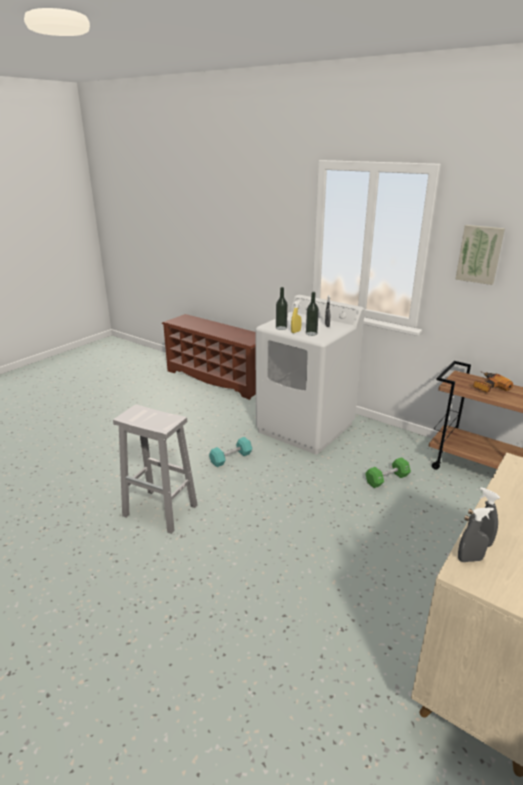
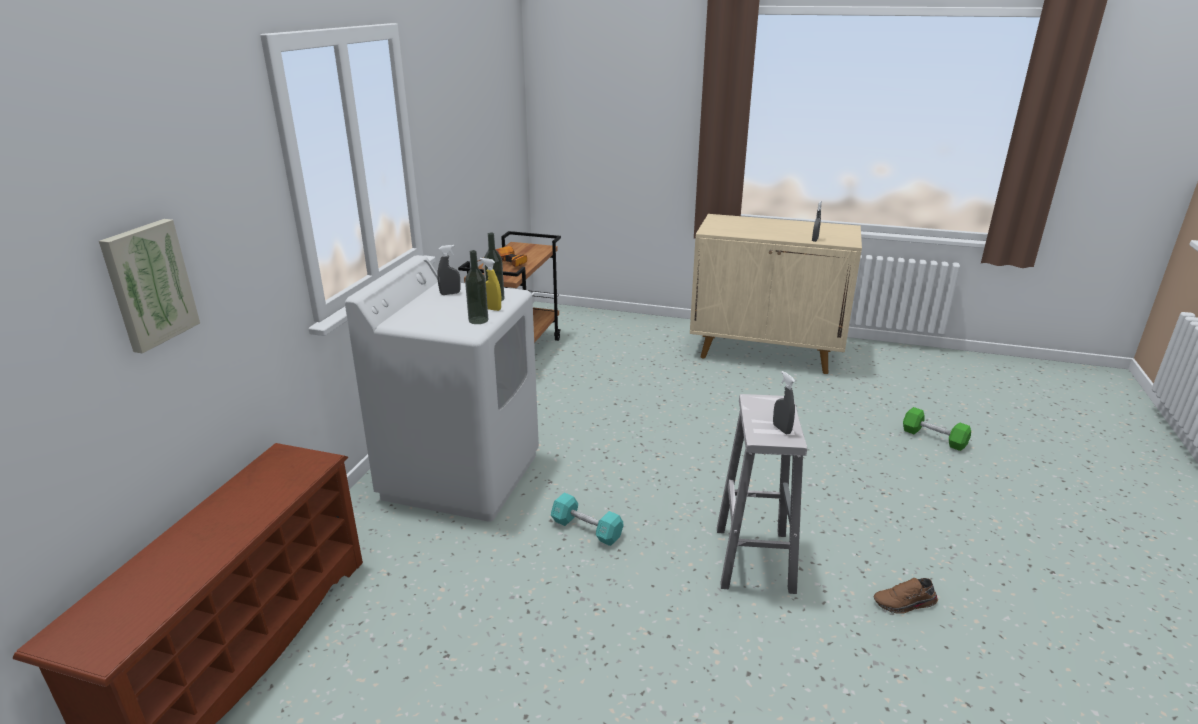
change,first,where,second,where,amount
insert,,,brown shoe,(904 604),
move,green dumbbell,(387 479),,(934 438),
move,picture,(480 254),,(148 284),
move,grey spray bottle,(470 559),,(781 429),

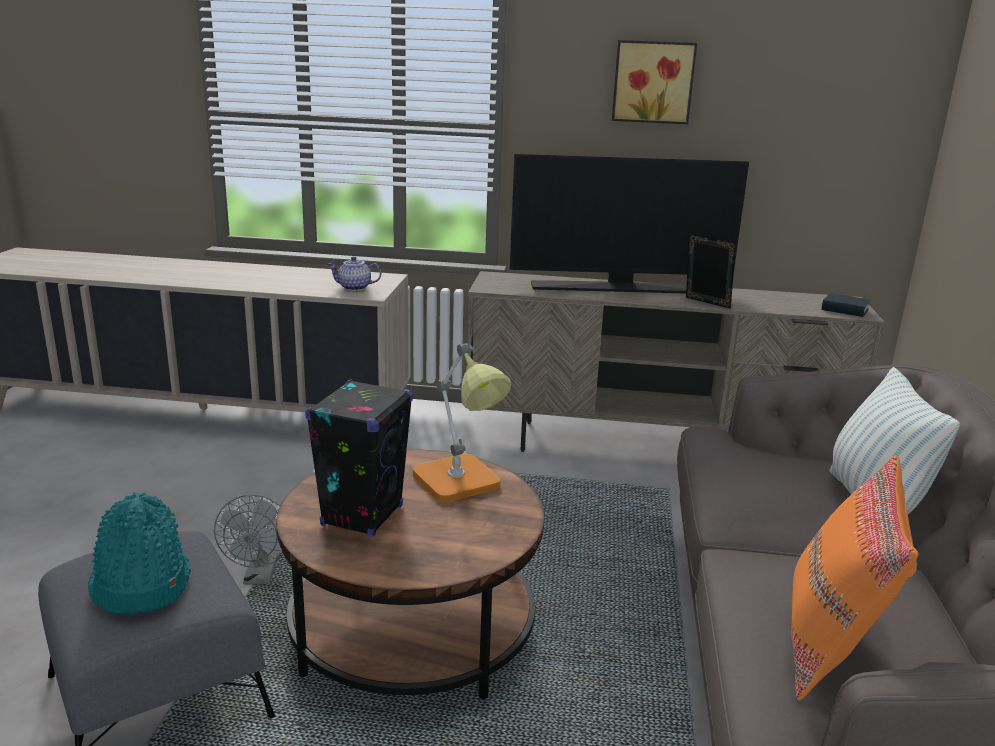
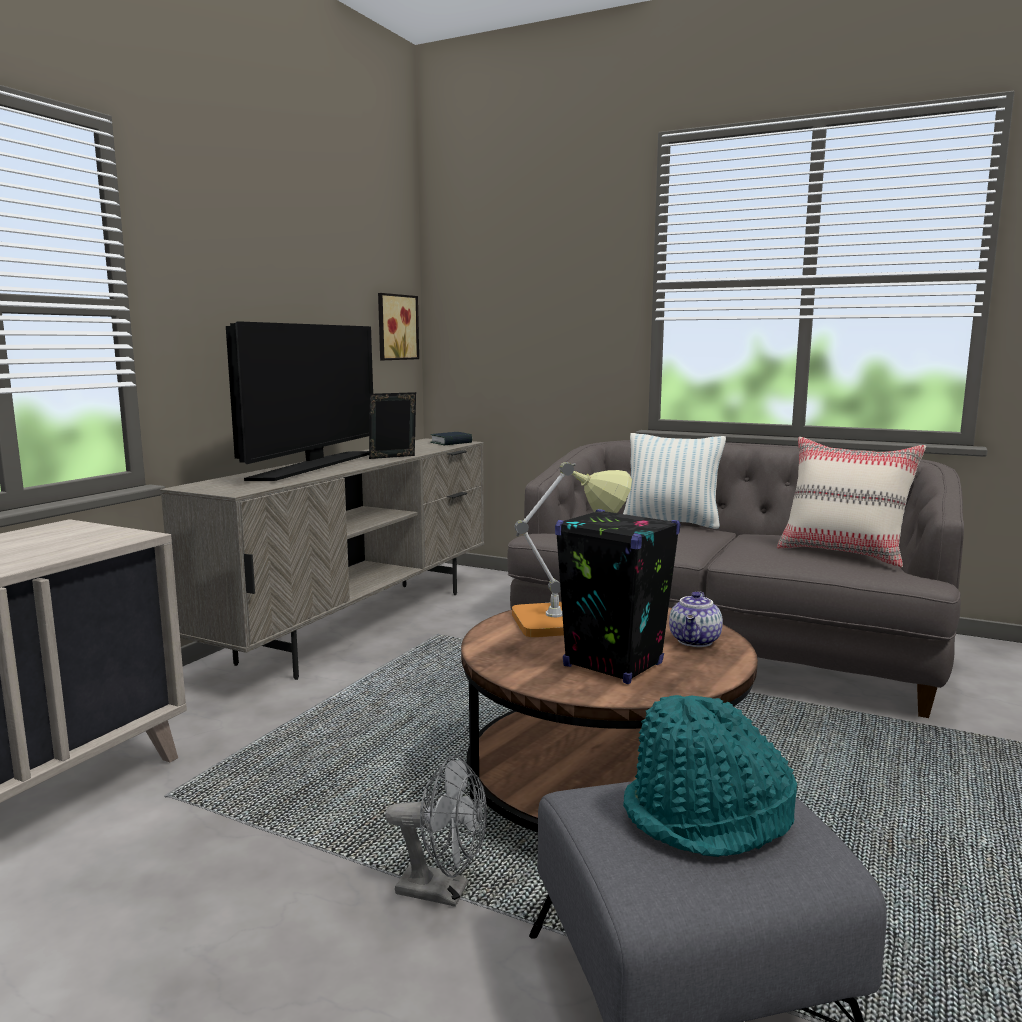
change,first,where,second,where,amount
move,teapot,(354 288),,(696 641),
move,picture,(653 82),,(395 327),
recolor,orange pillow,(832 646),beige pillow,(843 553),

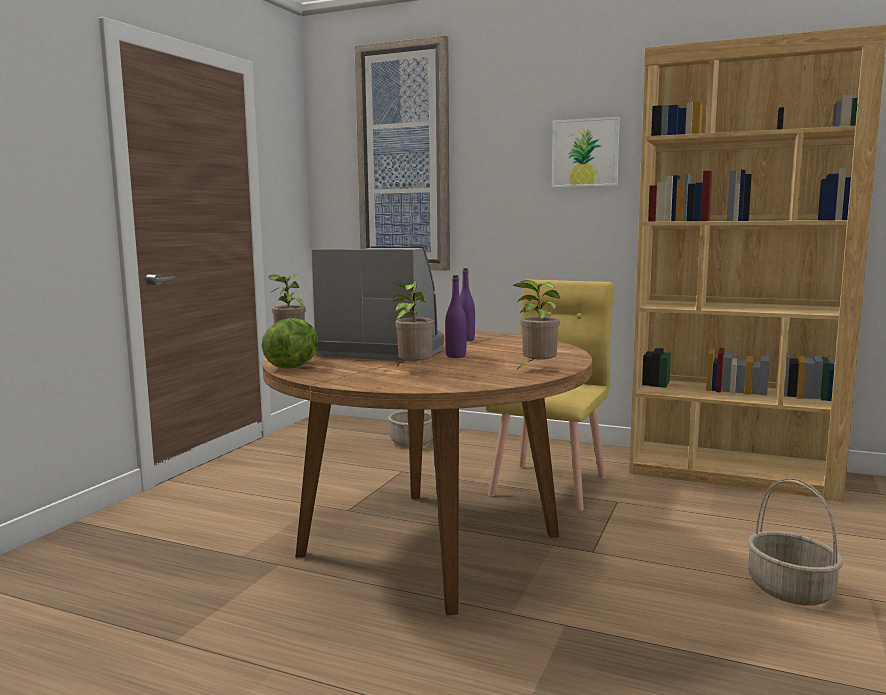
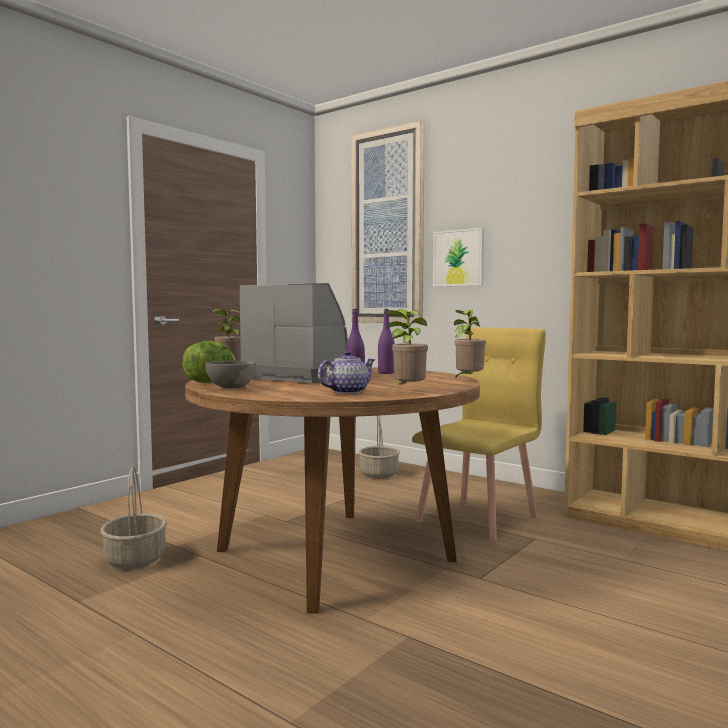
change,first,where,second,where,amount
insert,,,grey bowl,(231 388),
insert,,,teapot,(346 392),
move,potted plant,(413 370),,(468 380),
move,picture,(585 153),,(458 258),
move,basket,(791 590),,(135 559),

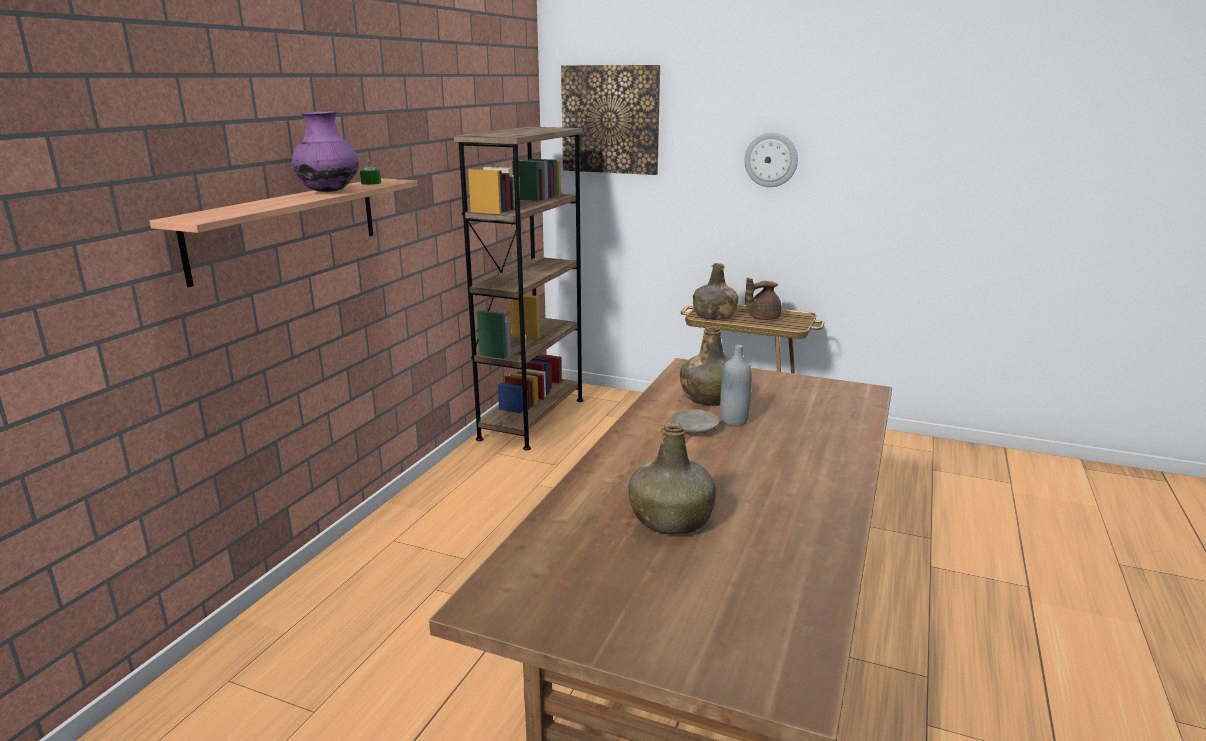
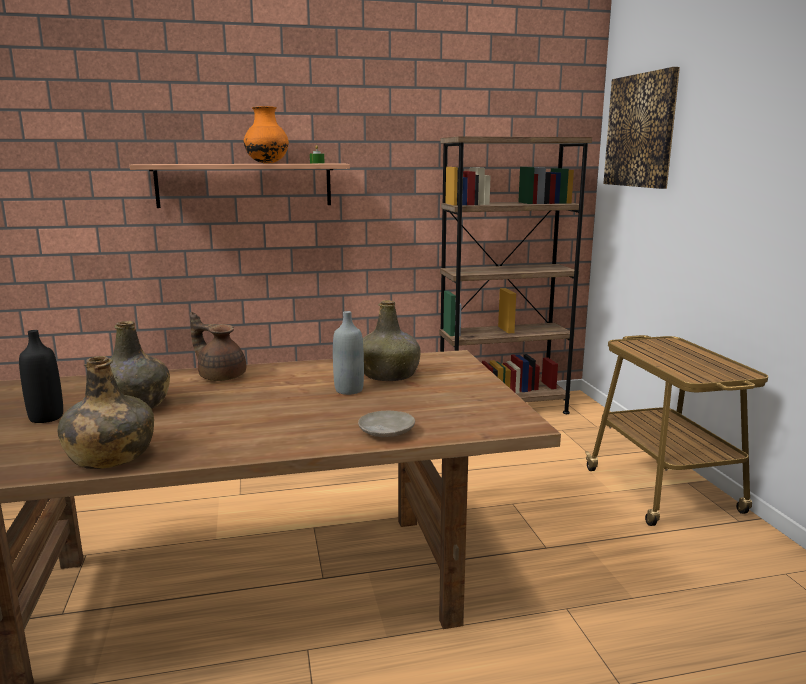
change,first,where,second,where,amount
delete,wall clock,(771 160),,,
insert,,,black bottle,(46 417),
move,beige plate,(693 429),,(386 432),
move,green bottle,(714 315),,(110 456),
move,brown teapot,(762 318),,(221 376),
recolor,purple vase,(329 192),orange vase,(267 163),

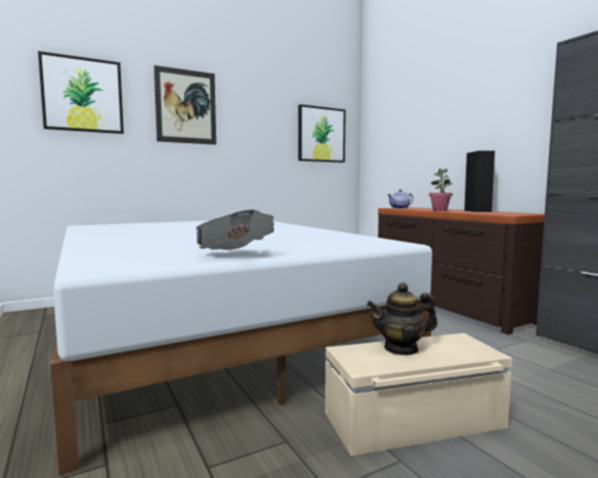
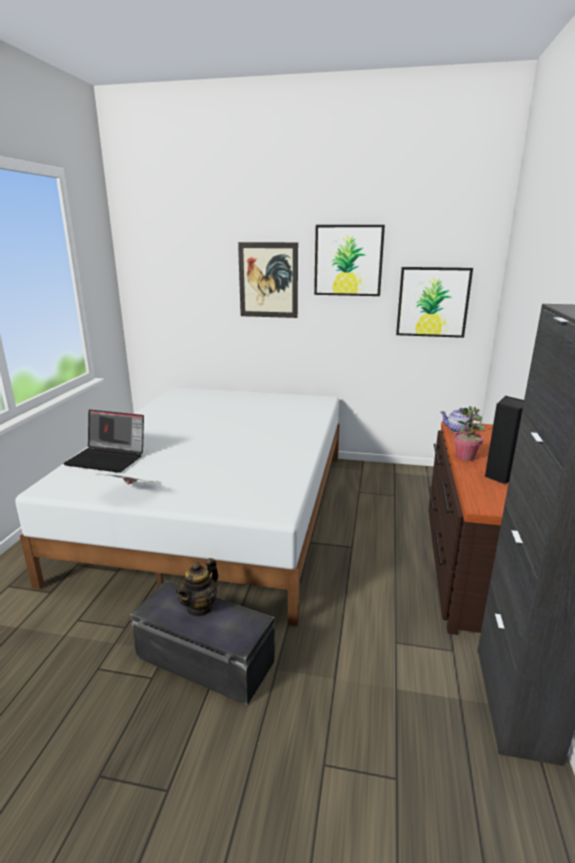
change,first,where,second,where,amount
insert,,,laptop,(108 458),
move,picture,(83 95),,(348 260),
recolor,beige storage box,(414 421),black storage box,(204 660),
rotate,teapot,(401 348),,(200 607),90 degrees counterclockwise

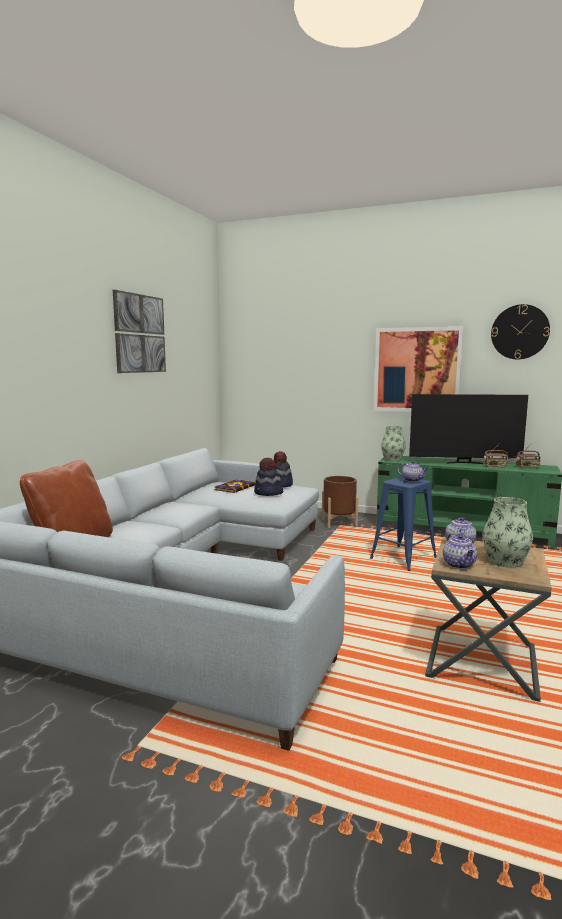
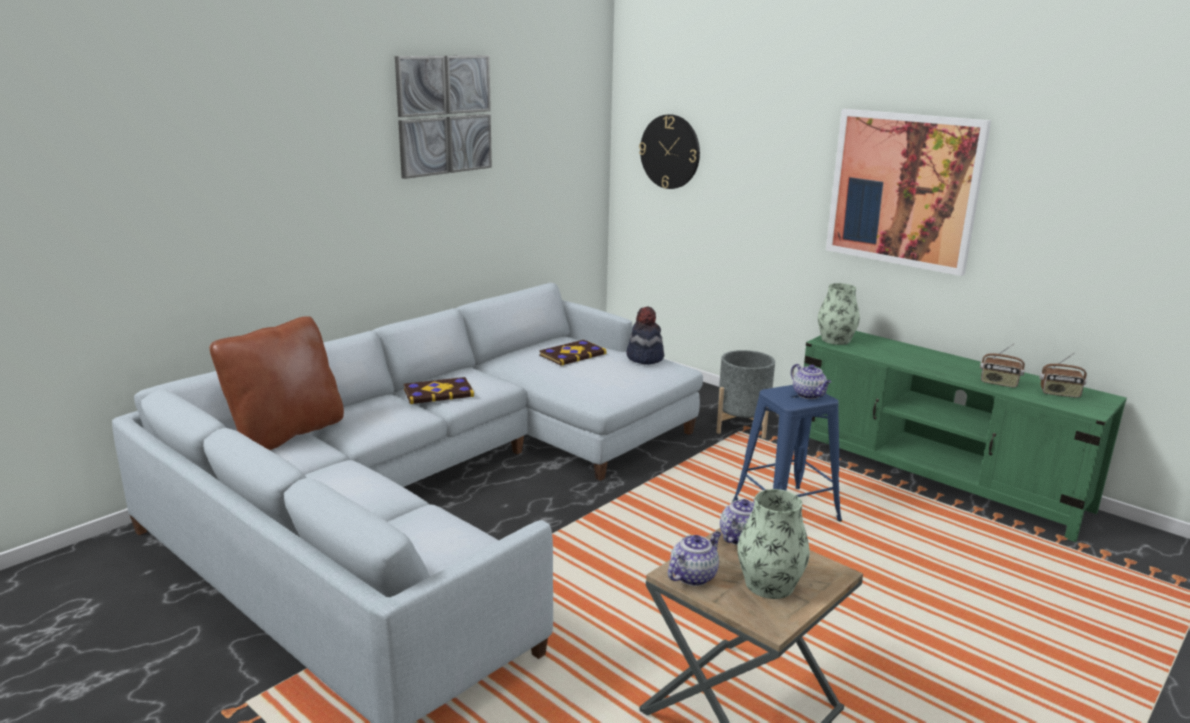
change,first,where,second,where,amount
delete,hat,(268 493),,,
delete,television,(464 463),,,
insert,,,book,(438 392),
move,wall clock,(519 332),,(670 151),
recolor,brown planter,(339 522),grey planter,(742 426),
rotate,teapot,(459 565),,(693 576),150 degrees counterclockwise

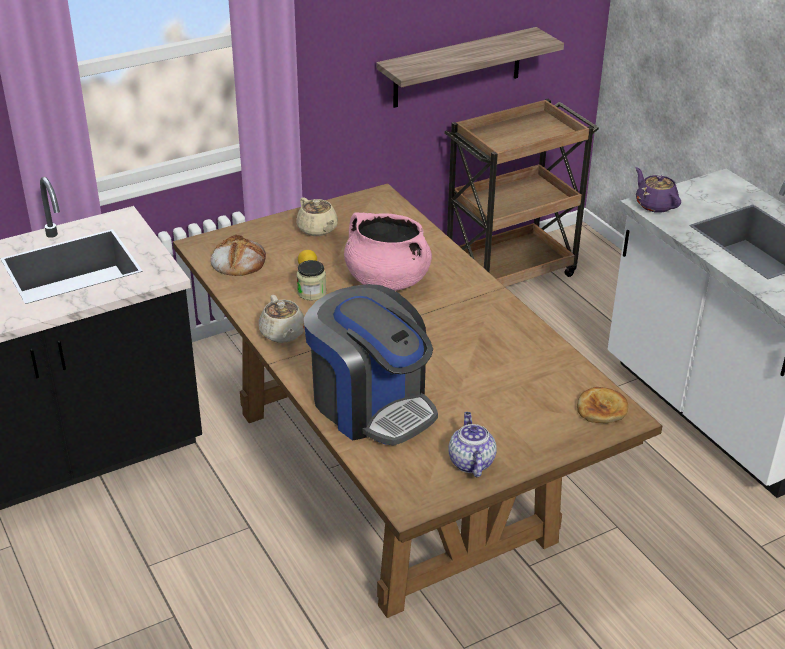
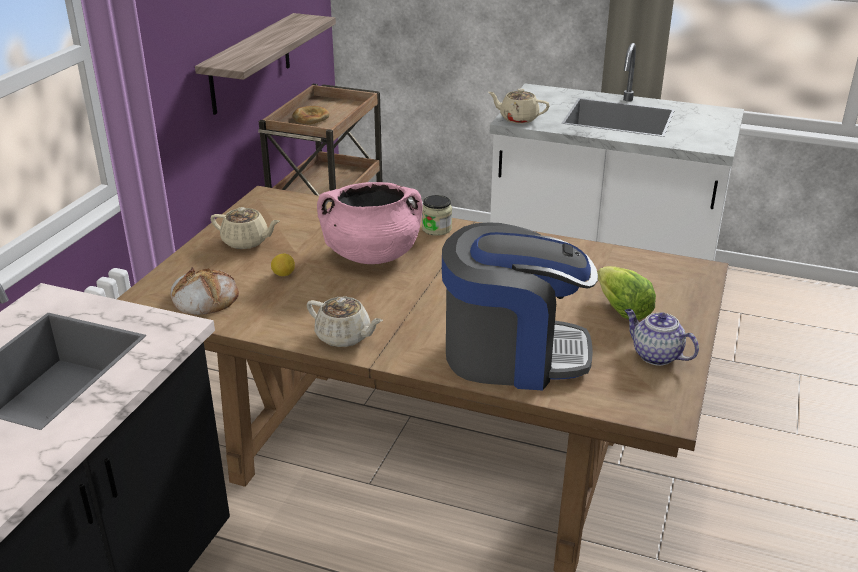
change,first,where,second,where,amount
insert,,,lettuce,(622 310),
move,jar,(311 292),,(436 229),
move,bread,(602 408),,(311 118),
recolor,purple teapot,(655 204),beige teapot,(518 119),

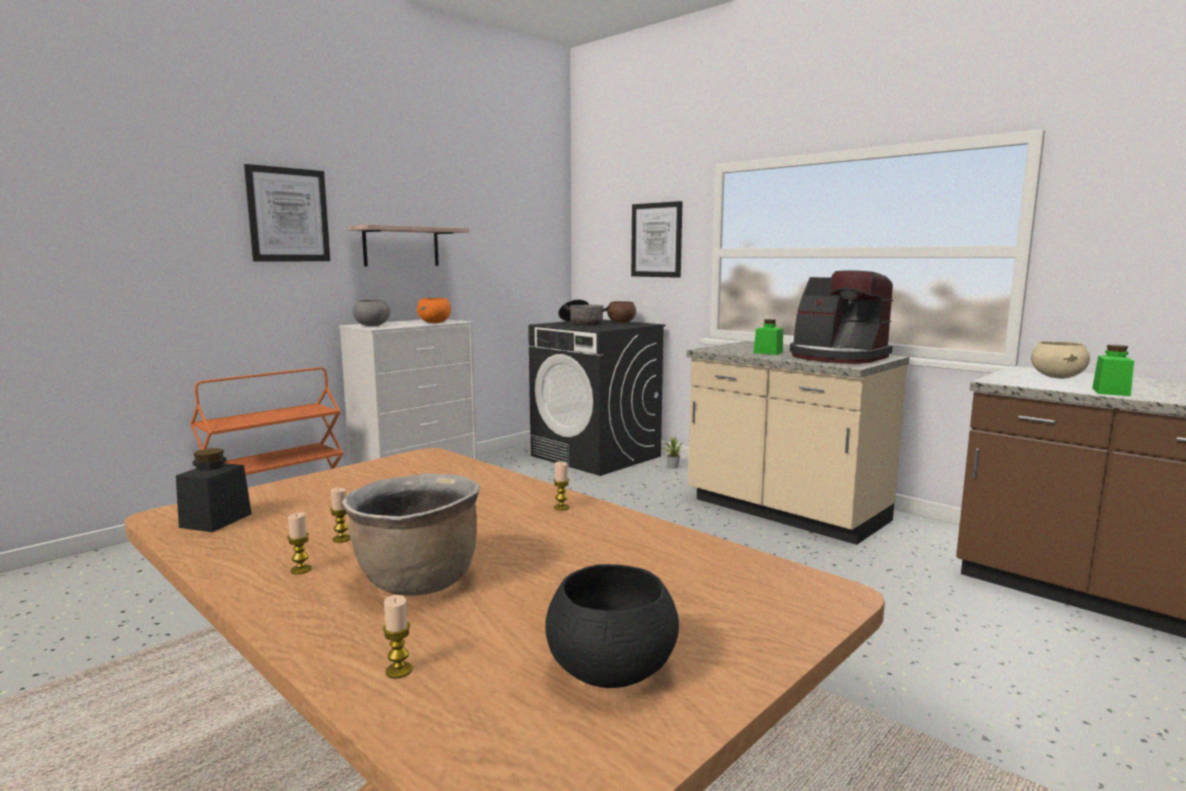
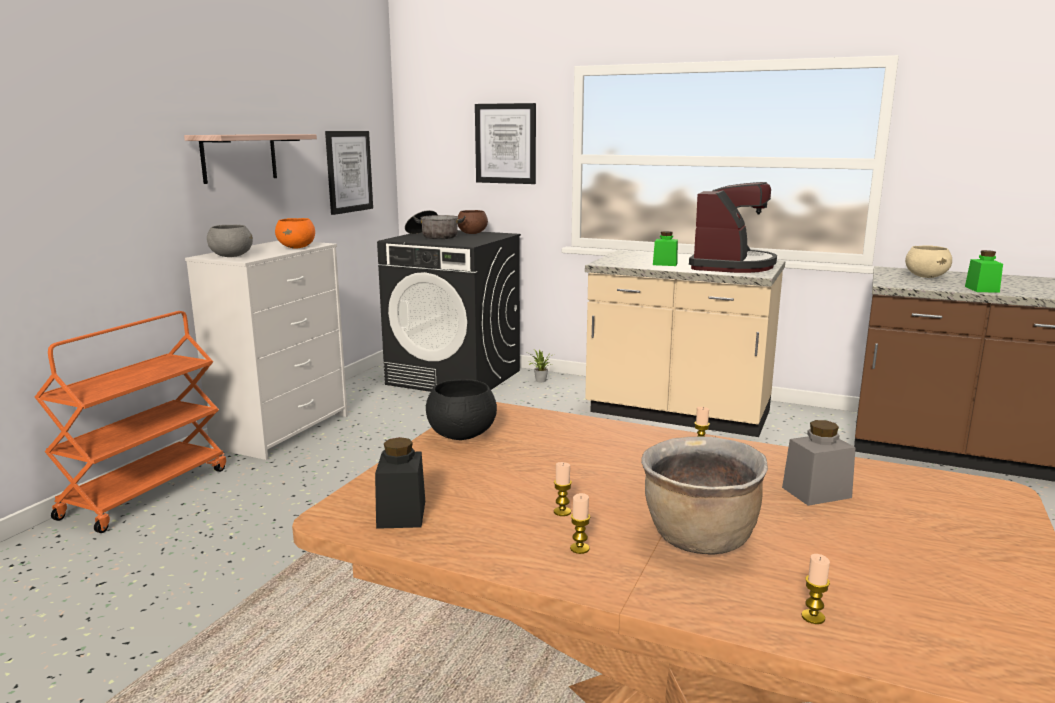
change,first,where,second,where,amount
insert,,,grey jar,(816 492),
move,picture,(288 215),,(349 171),
move,black bowl,(610 671),,(461 435),
rotate,coffee machine,(837 357),,(731 266),90 degrees counterclockwise

